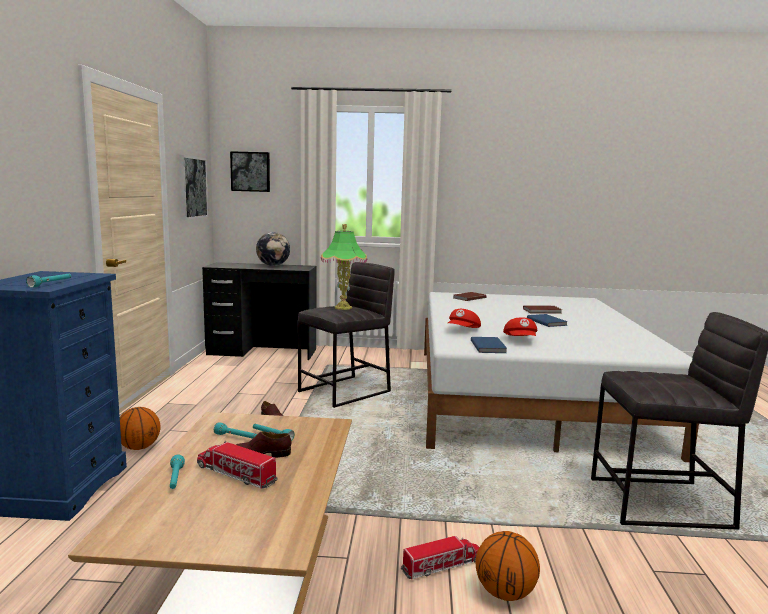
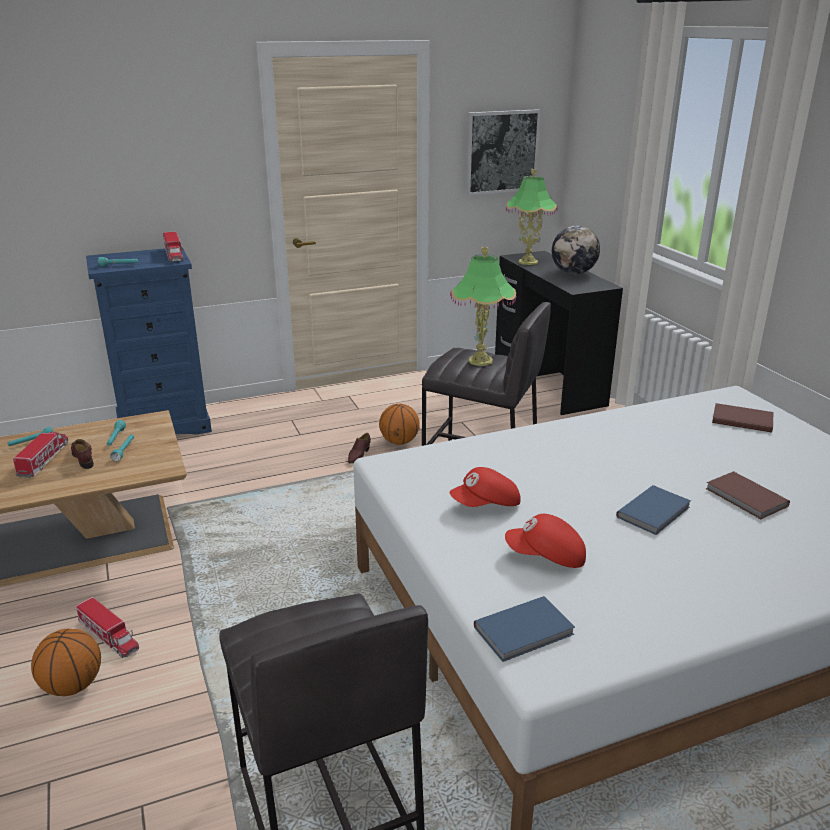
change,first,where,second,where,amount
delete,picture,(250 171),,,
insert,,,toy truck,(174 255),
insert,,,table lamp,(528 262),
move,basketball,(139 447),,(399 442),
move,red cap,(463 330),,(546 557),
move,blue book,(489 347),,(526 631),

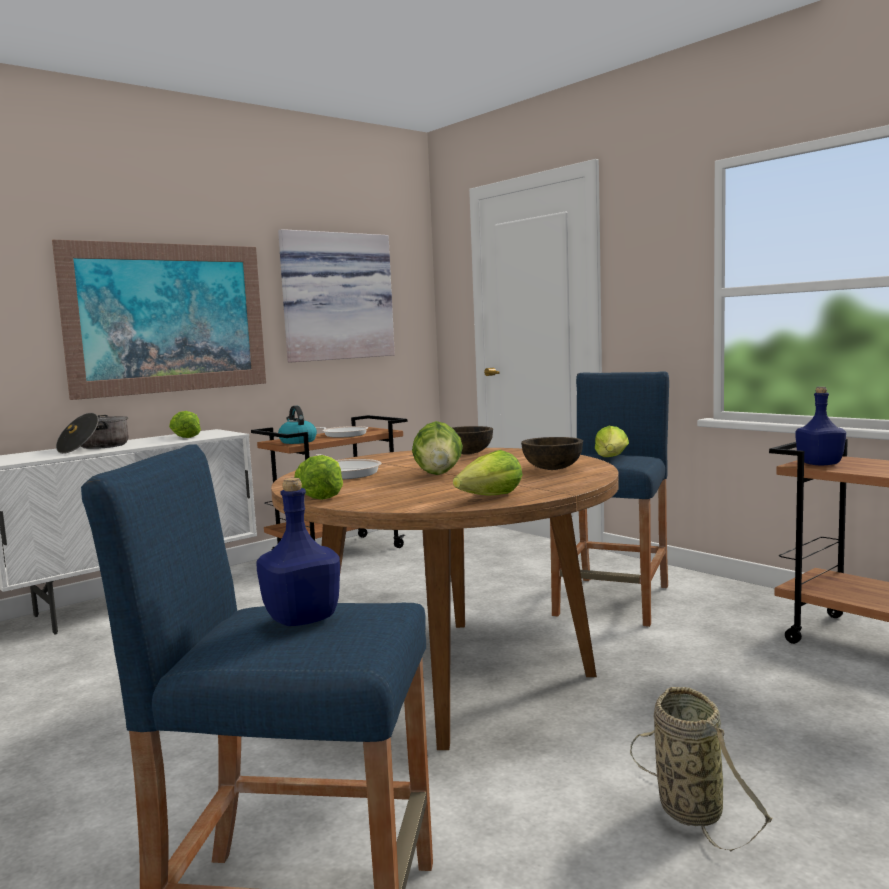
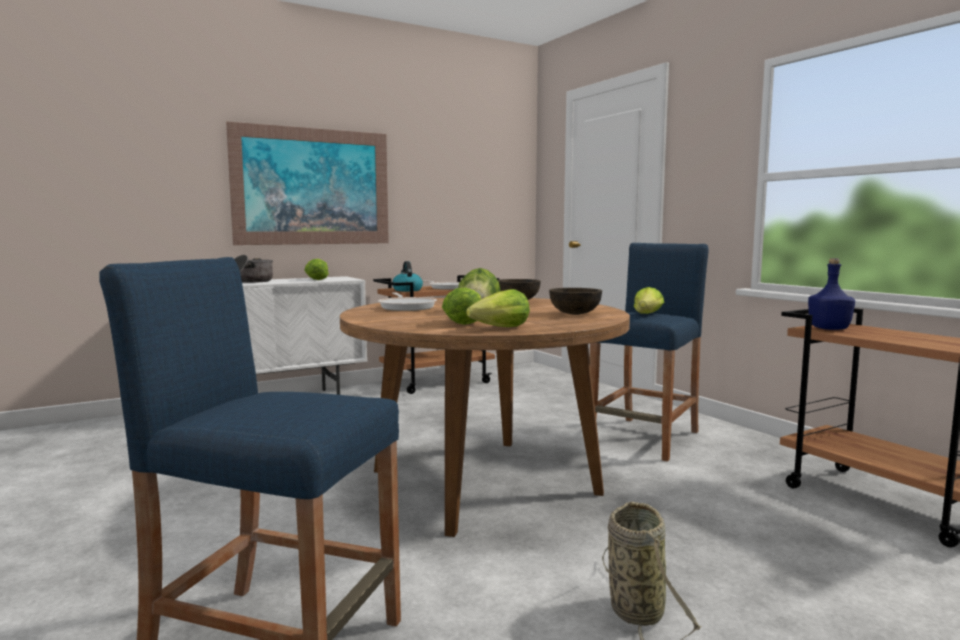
change,first,where,second,where,amount
delete,blue bottle,(301 618),,,
delete,picture,(335 296),,,
move,lettuce,(321 495),,(464 322),

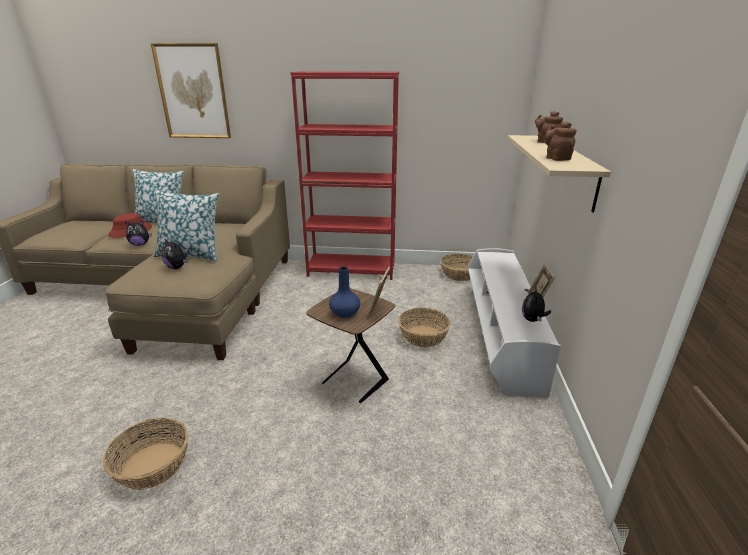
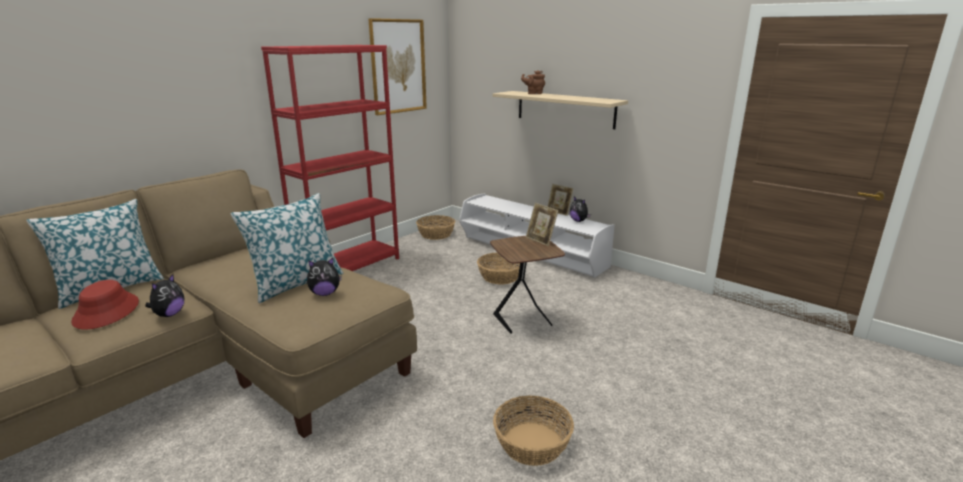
change,first,where,second,where,amount
delete,blue vase,(345 313),,,
delete,brown teapot,(556 158),,,
move,picture,(193 92),,(398 66),

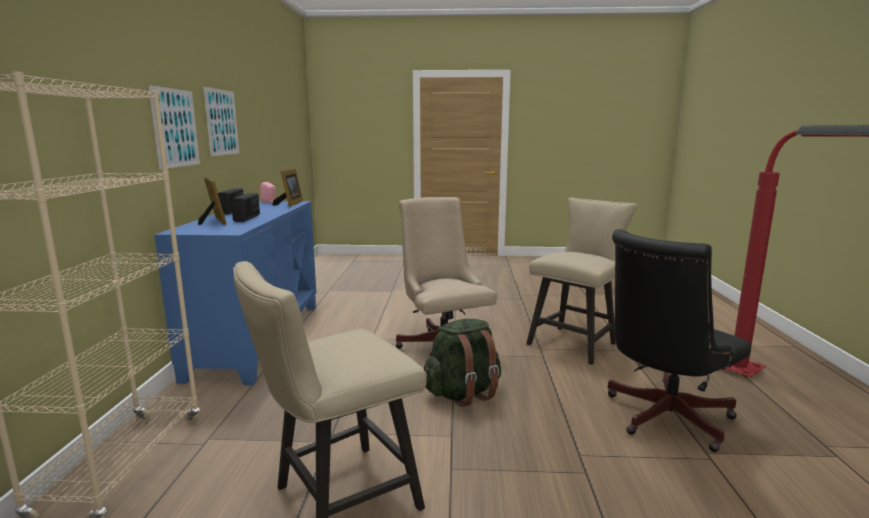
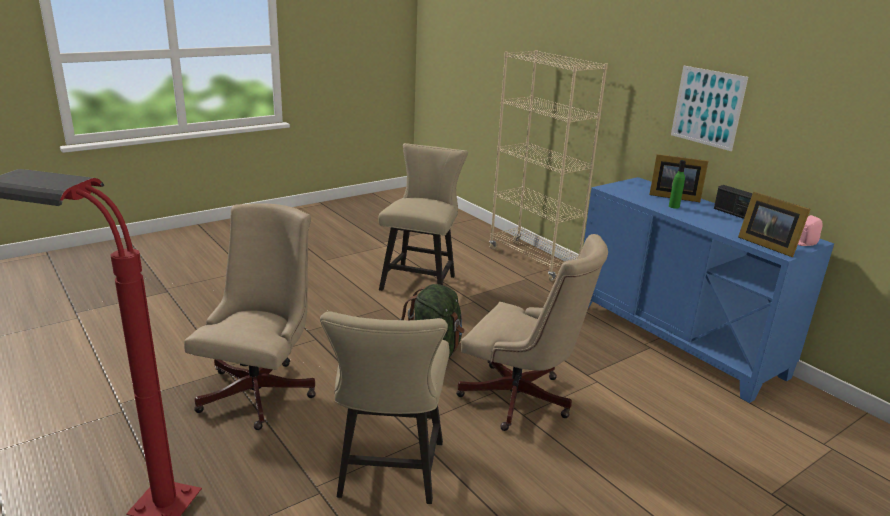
change,first,where,second,where,amount
delete,picture,(222 122),,,
replace,radio,(247 218),green bottle,(674 206),
recolor,black office chair,(662 418),beige office chair,(262 389),

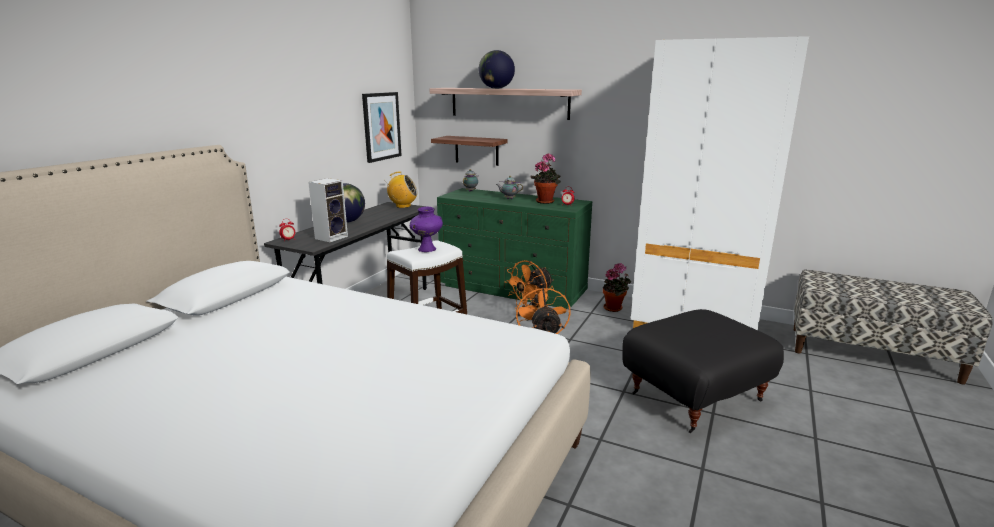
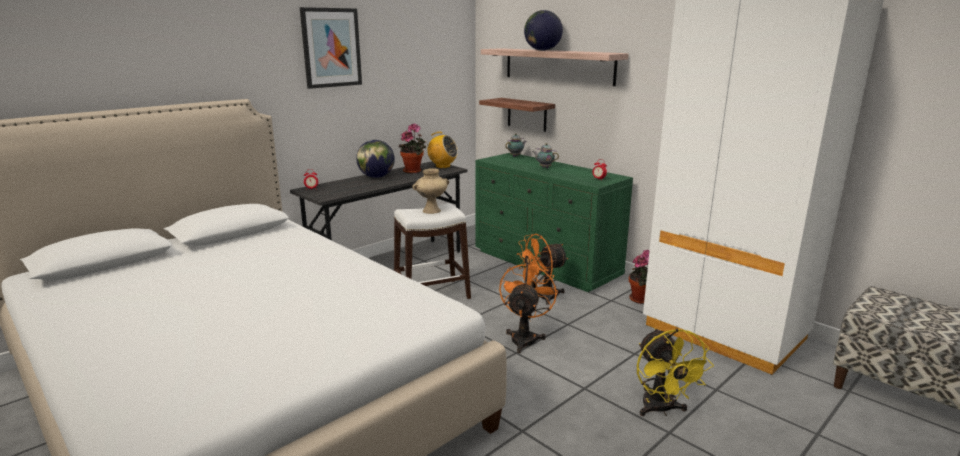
change,first,where,second,where,amount
delete,speaker,(332 237),,,
move,picture,(381 126),,(331 47),
move,potted plant,(546 201),,(414 171),
replace,black ottoman,(694 396),yellow fan,(661 410),
recolor,purple vase,(427 249),beige vase,(431 211),

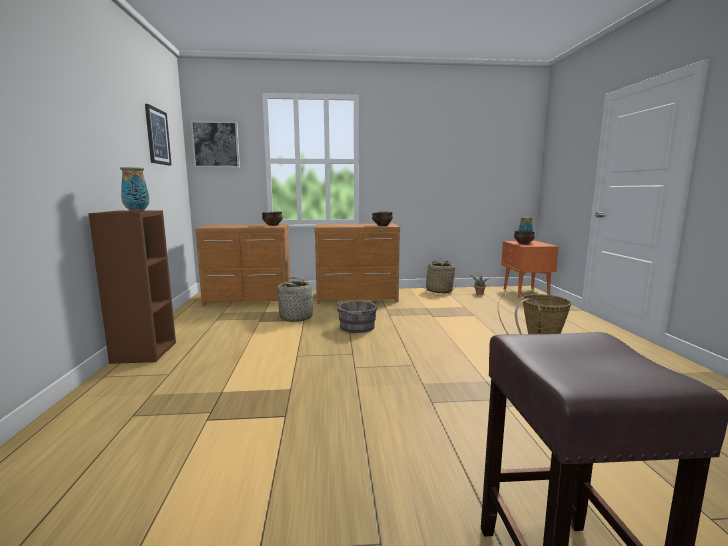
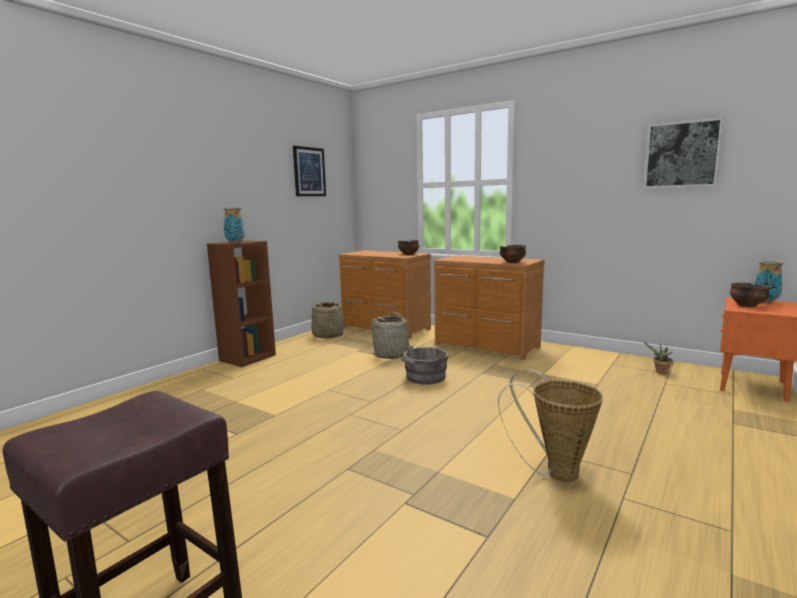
change,first,where,second,where,amount
move,picture,(216 144),,(681 154),
move,basket,(439 291),,(327 335),

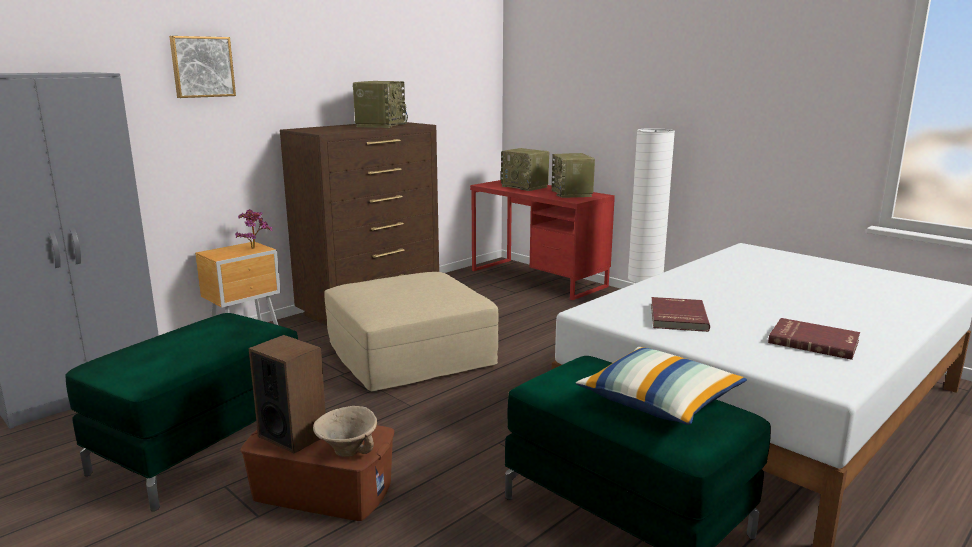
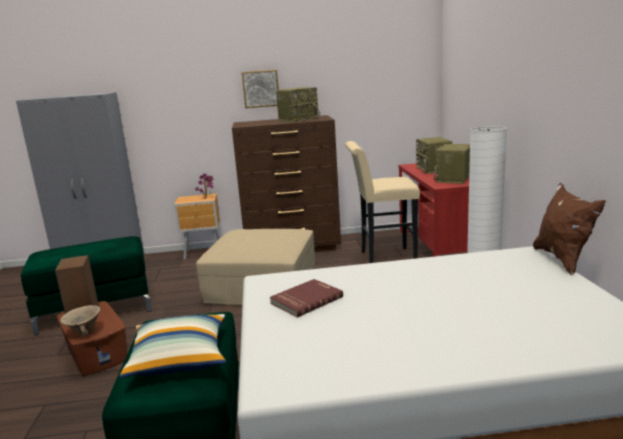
change,first,where,second,where,amount
delete,red book,(813 341),,,
insert,,,beige stool,(383 258),
insert,,,brown pillow,(562 259),
move,picture,(202 67),,(260 88),

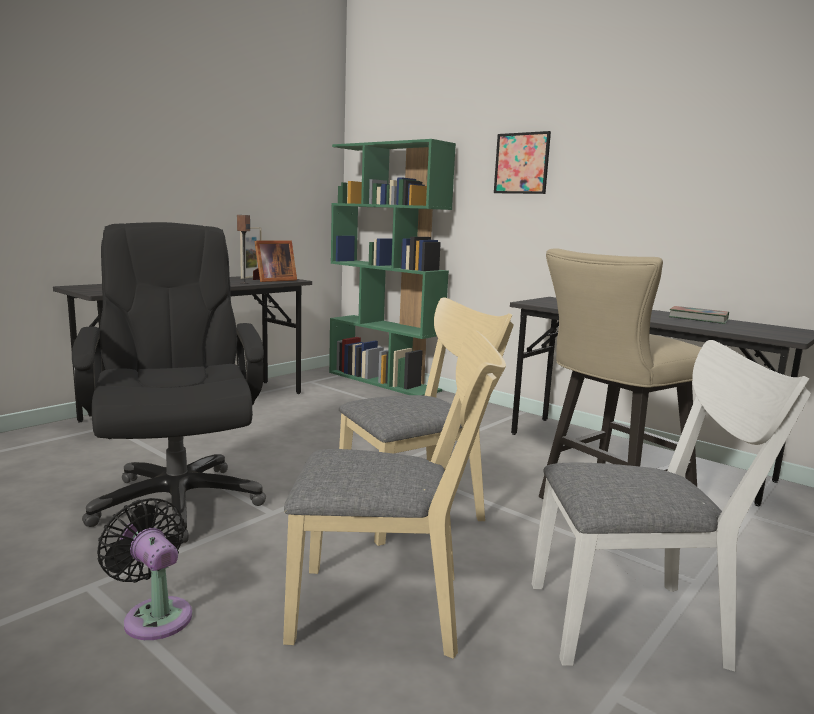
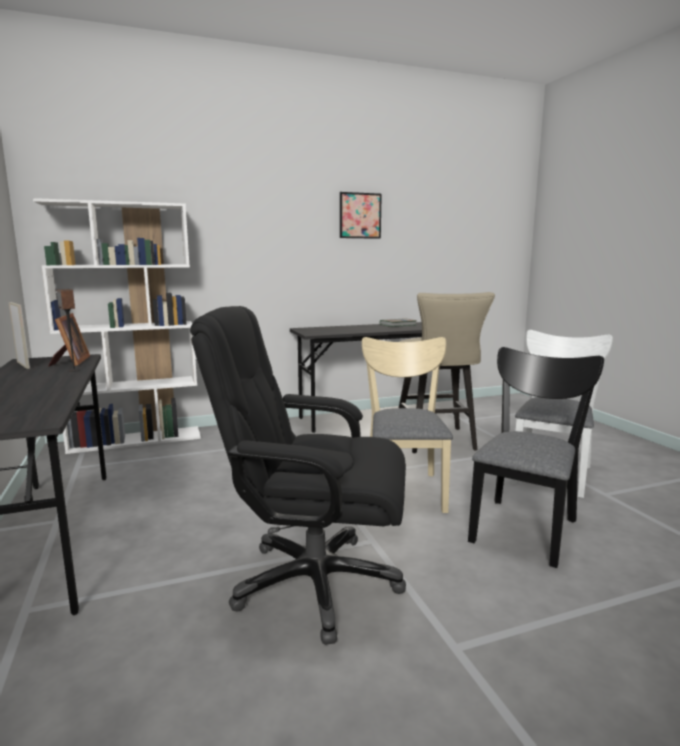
change,first,where,second,where,amount
delete,black fan,(155 615),,,
move,picture,(521 163),,(360 215),
recolor,beige chair,(392 609),black chair,(525 526),
recolor,green bookcase,(384 381),white bookcase,(137 439),

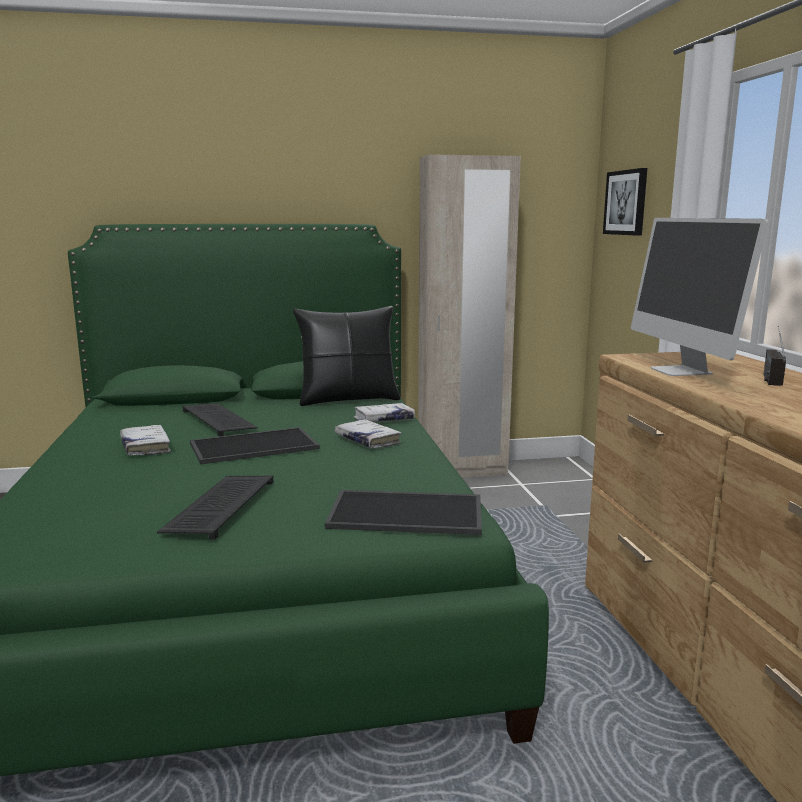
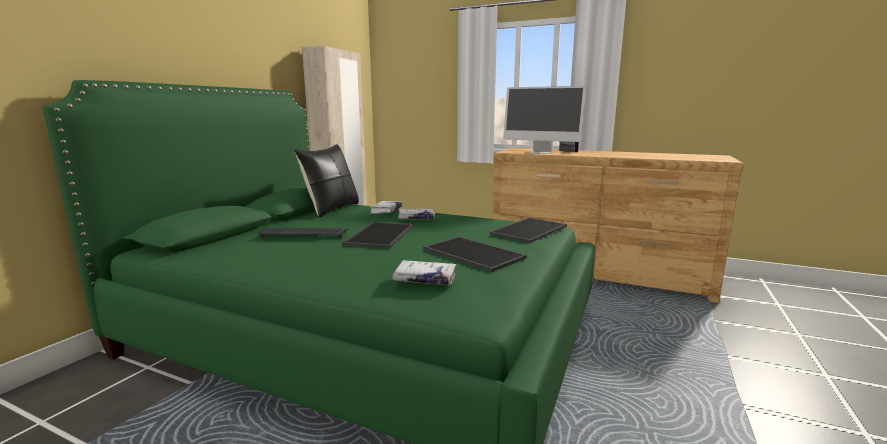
change,first,where,second,where,amount
delete,picture,(626 202),,,
move,white book,(145 447),,(425 279),
replace,keyboard,(220 506),tray,(471 254),

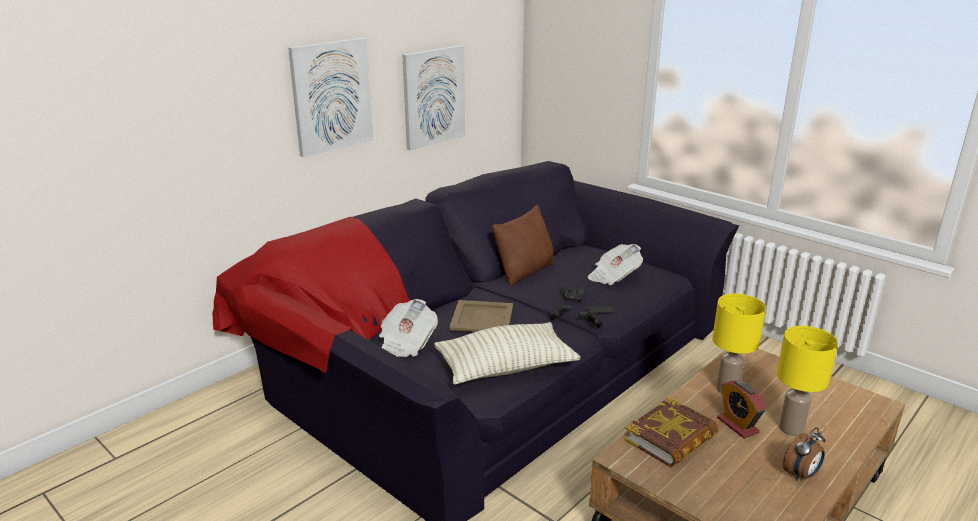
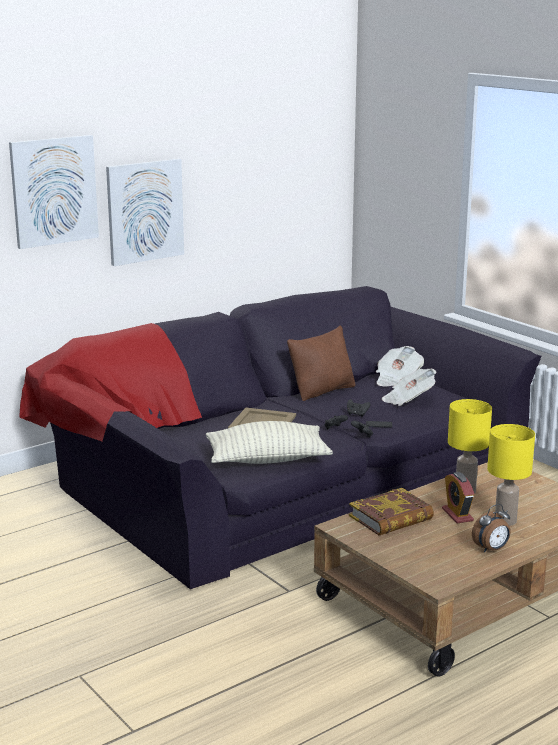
change,first,where,second,where,amount
move,newspaper,(406 344),,(397 380),
move,picture,(433 96),,(54 191),

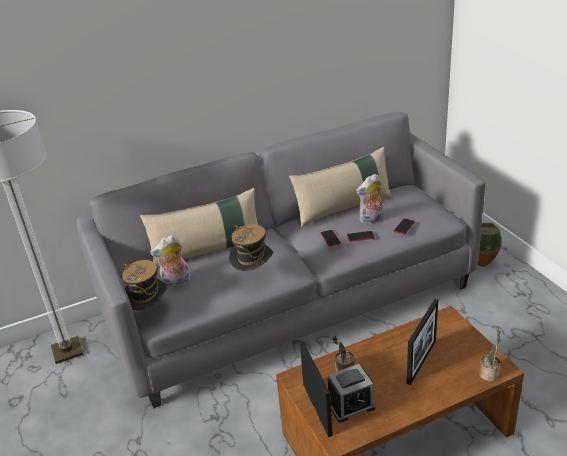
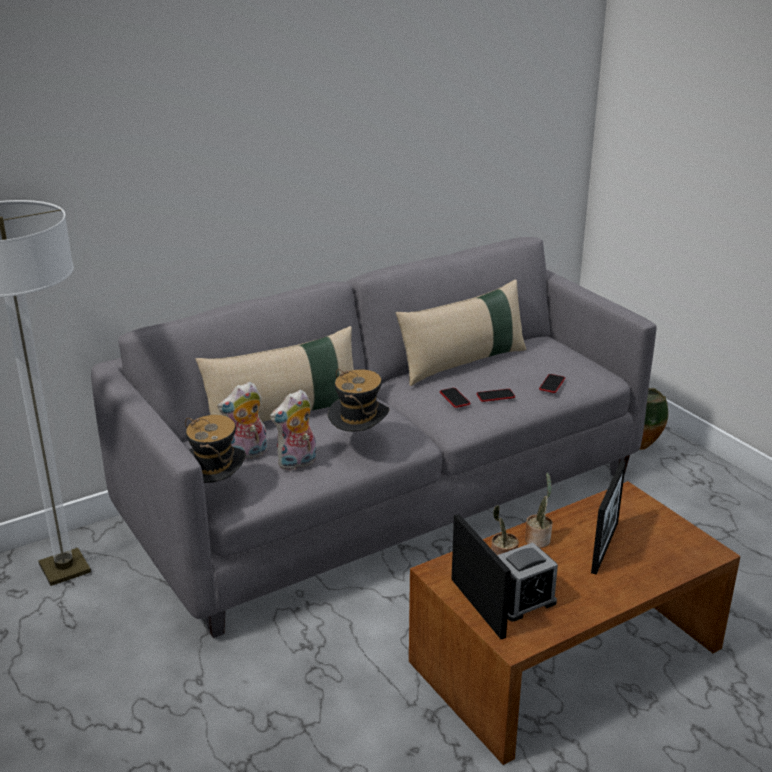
change,first,where,second,where,amount
move,plush toy,(371 220),,(297 464),
move,potted plant,(489 373),,(538 539),

